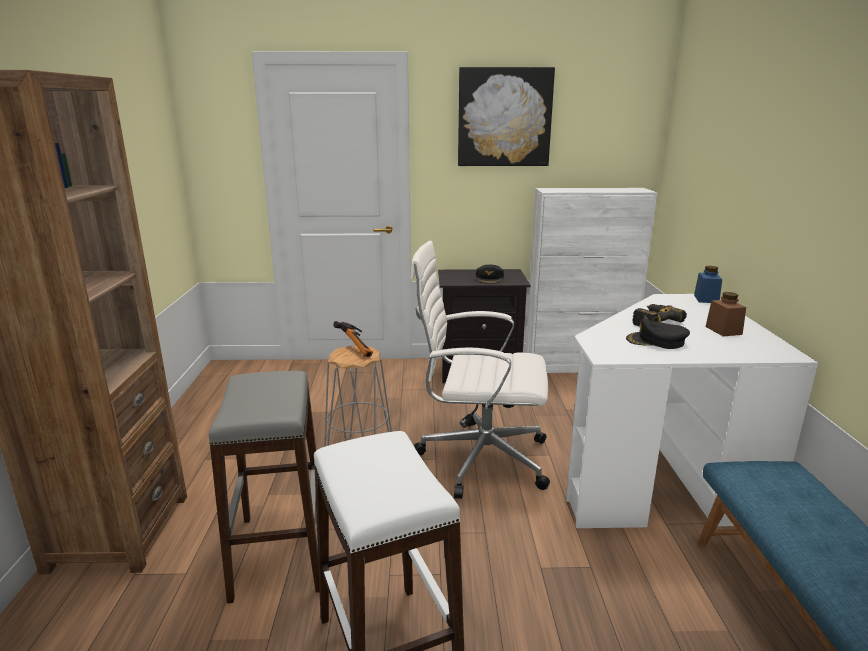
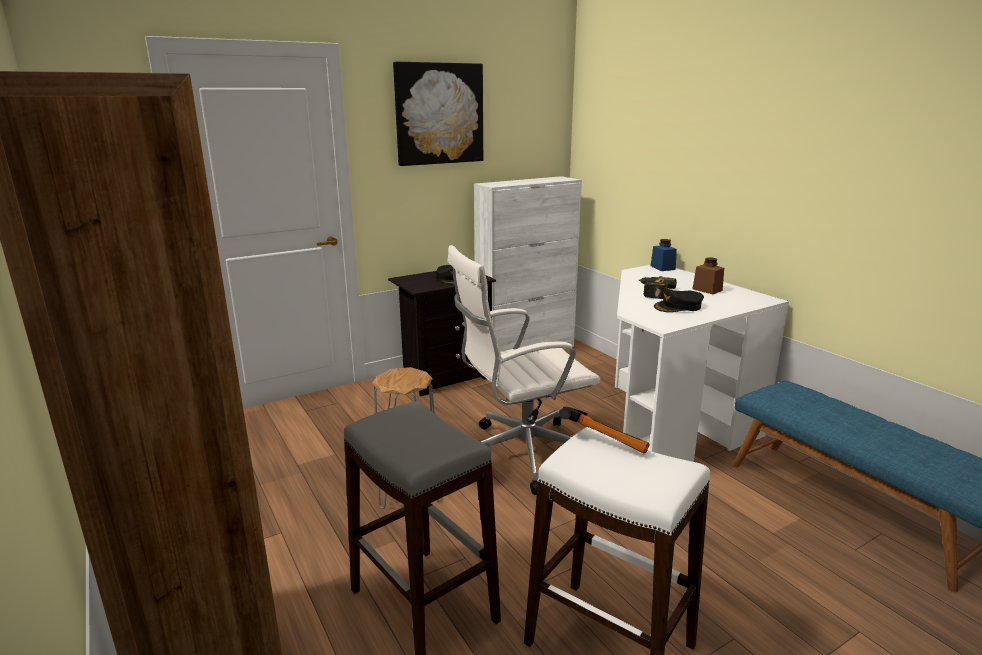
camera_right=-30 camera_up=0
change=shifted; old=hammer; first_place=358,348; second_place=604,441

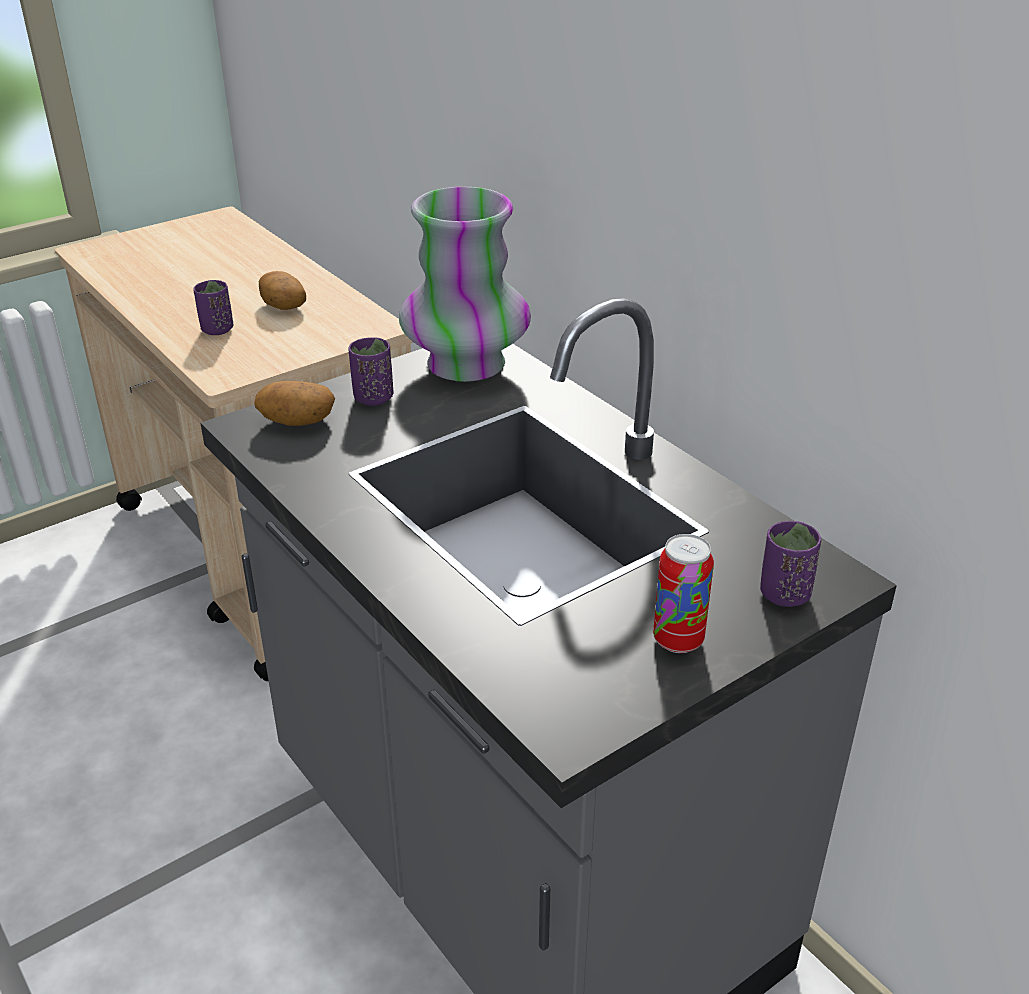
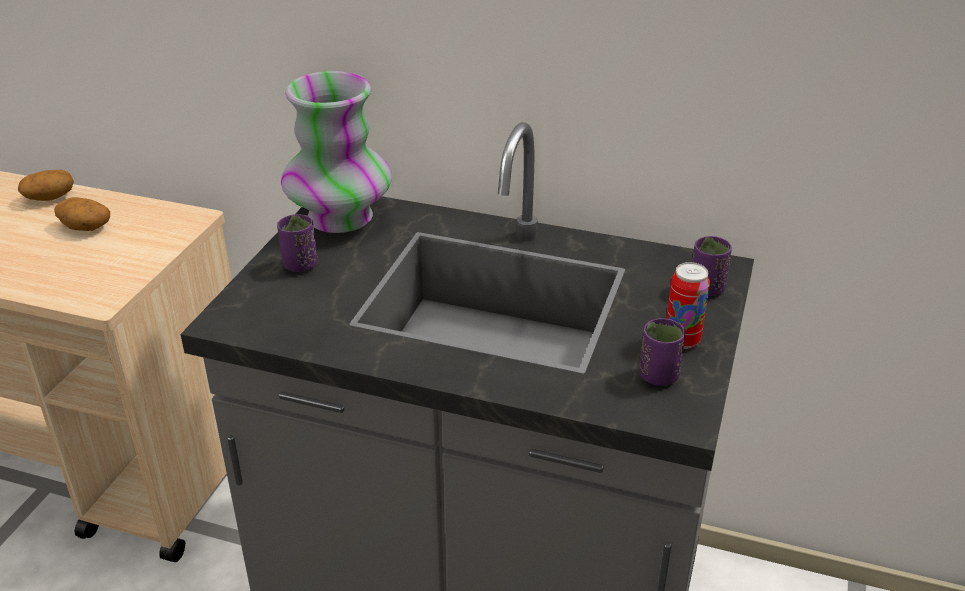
camera_right=-35 camera_up=0
change=shifted; old=spud; first_place=296,421; second_place=49,198
change=shifted; old=purple drinking cup; first_place=217,330; second_place=658,376

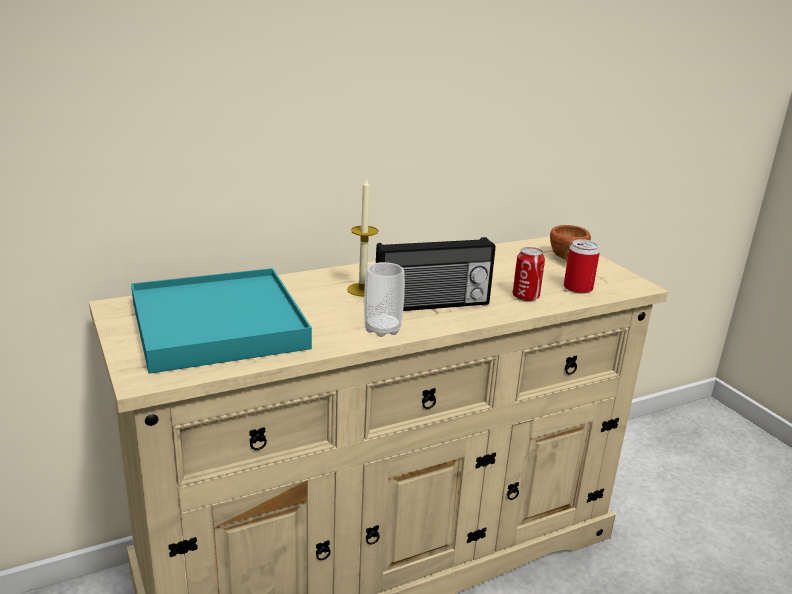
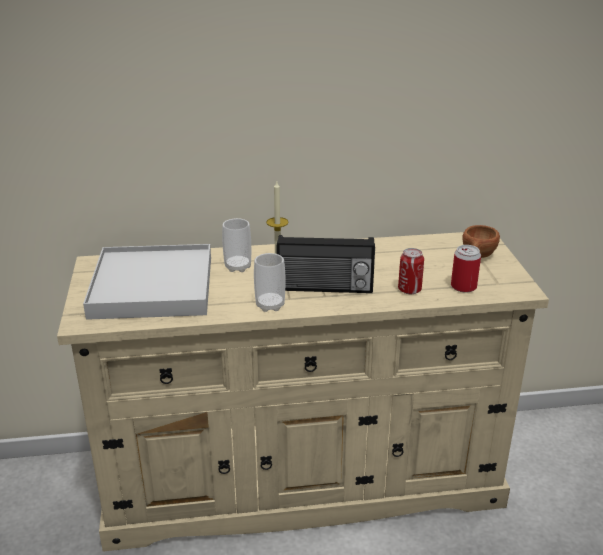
camera_right=20 camera_up=5
change=repainted; old=blue-green tray; new=white tray; first_place=217,325; second_place=152,286
change=new; new=drinking cup; second_place=238,267

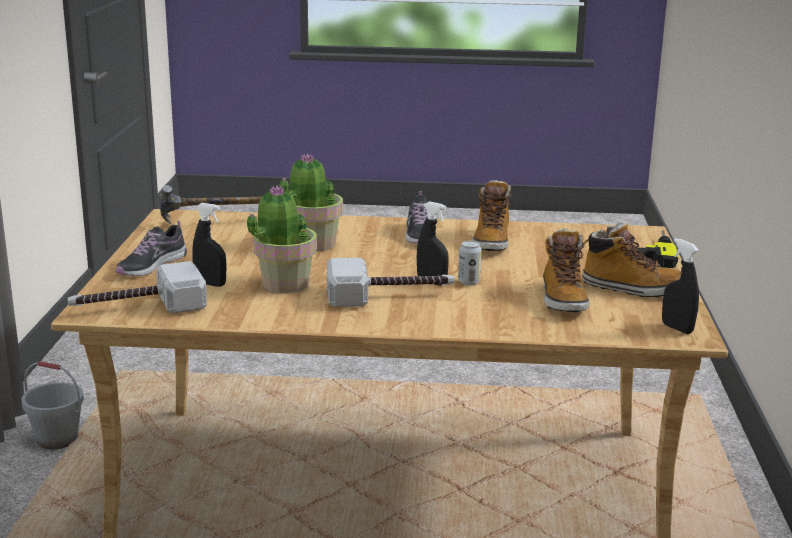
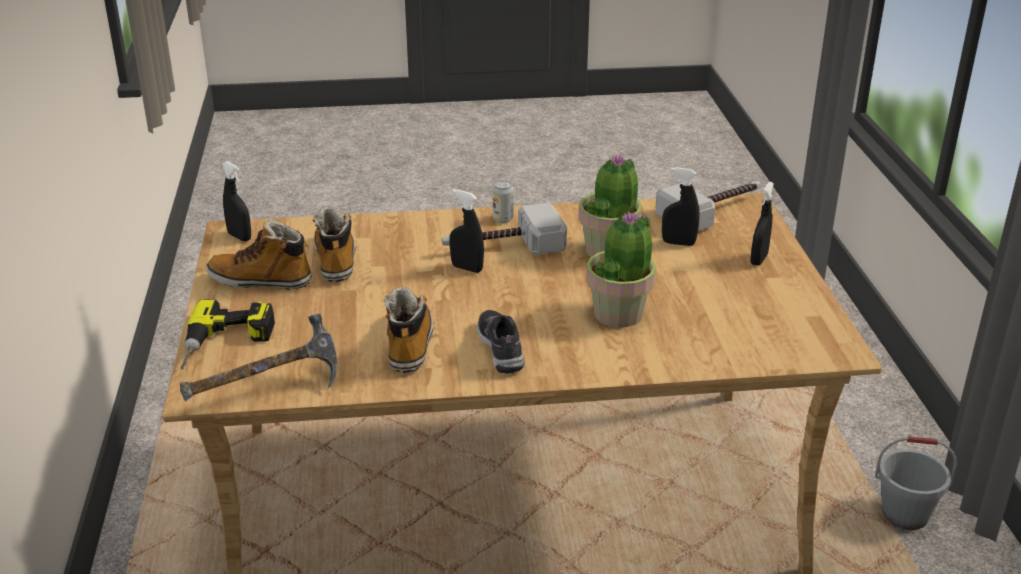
camera_right=170 camera_up=10
change=shifted; old=hammer; first_place=214,225; second_place=267,393
change=shifted; old=can; first_place=469,282; second_place=503,219
change=swapped; old=shoe; new=black sprayer; first_place=151,266; second_place=759,260

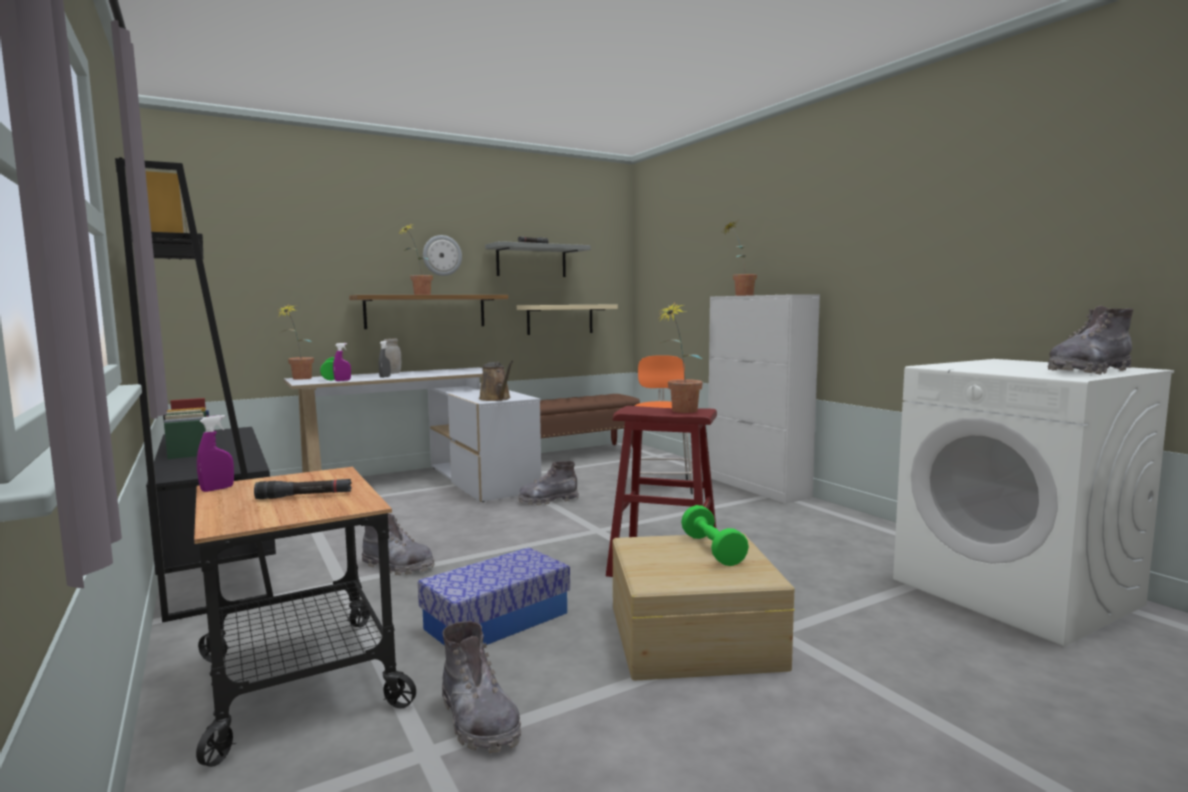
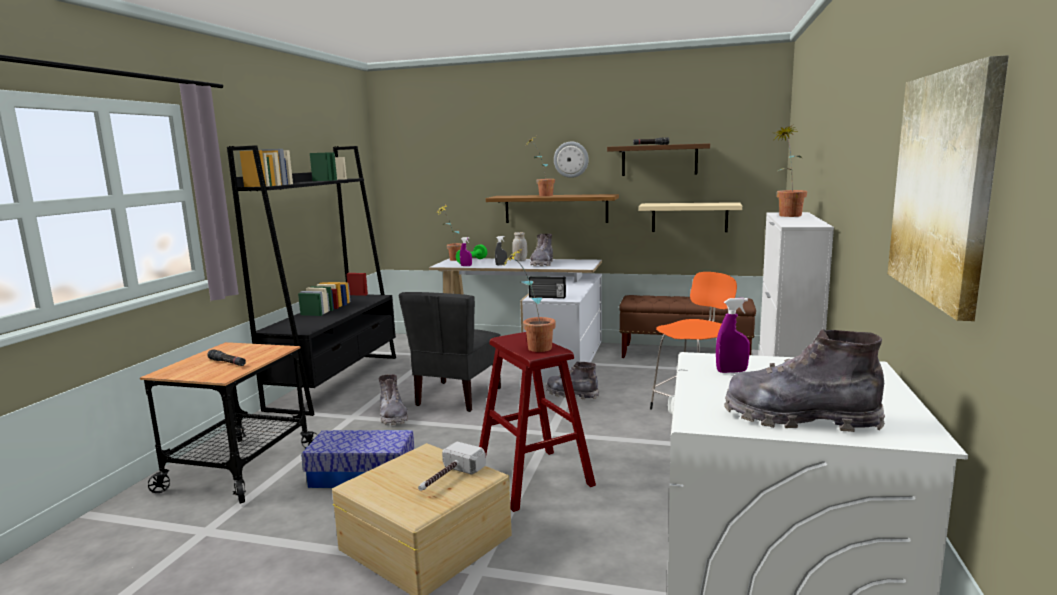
camera_right=45 camera_up=5
change=new; new=greyish plain chair; second_place=457,397
change=swapped; old=green-coloured dumbbell; new=hammer; first_place=712,550; second_place=447,479
change=swapped; old=brown-coloured sprinkling can; new=radio set; first_place=496,399; second_place=547,297
change=shifted; old=greyish high-top boot; first_place=479,720; second_place=542,264
change=repainted; old=greyish wall shelf; new=brown-coloured wall shelf; first_place=531,261; second_place=659,160
change=shifted; old=purple sprayer; first_place=217,489; second_place=731,371
change=new; new=picture; second_place=943,186

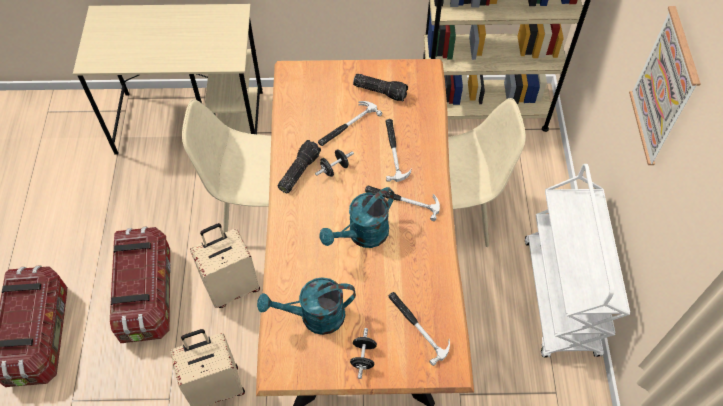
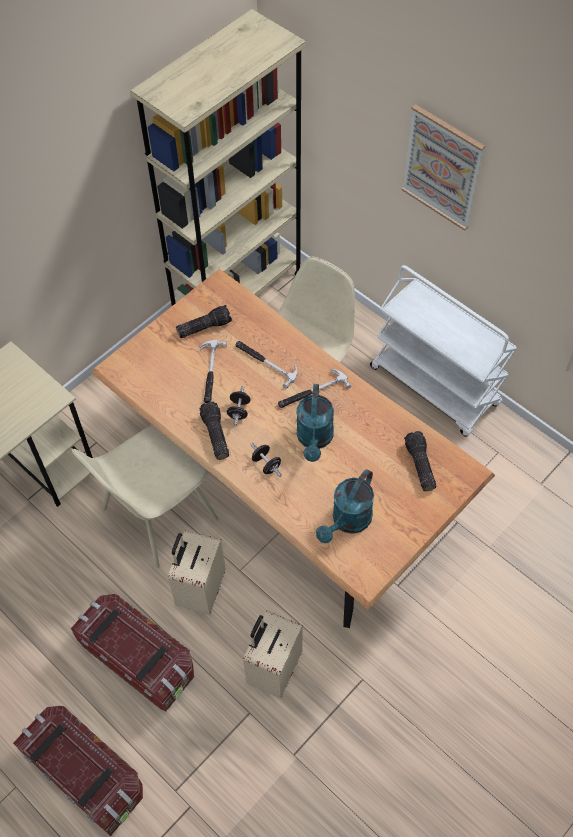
camera_right=-45 camera_up=0
change=shifted; old=black dumbbell; first_place=363,357; second_place=266,464
change=swapped; old=hammer; new=flashlight; first_place=417,326; second_place=419,465

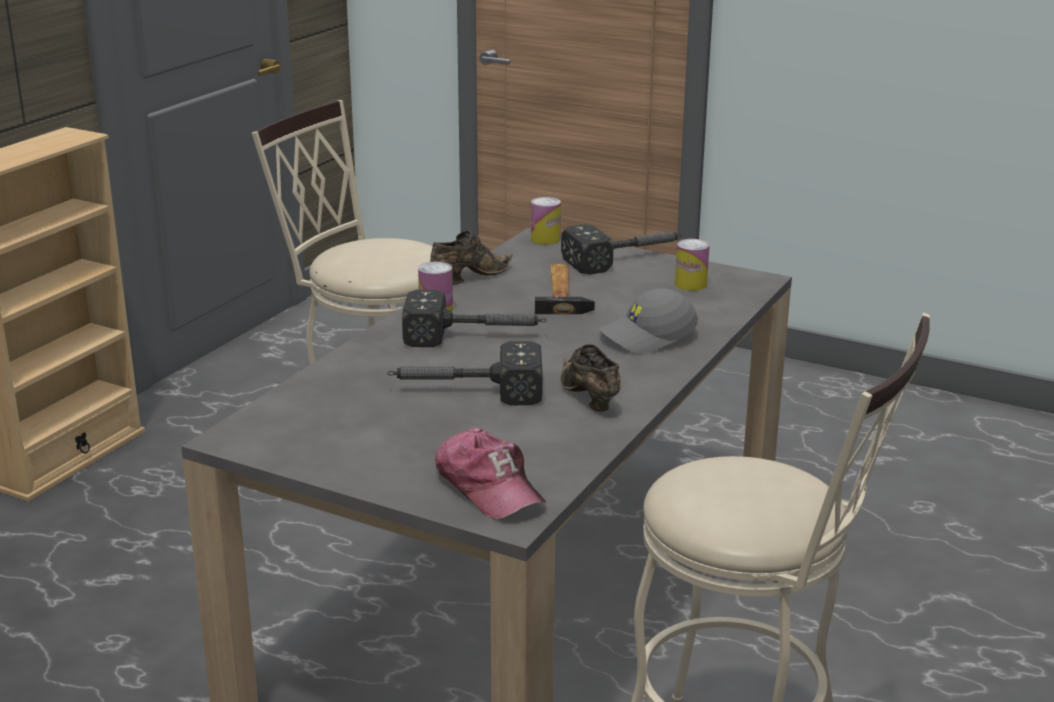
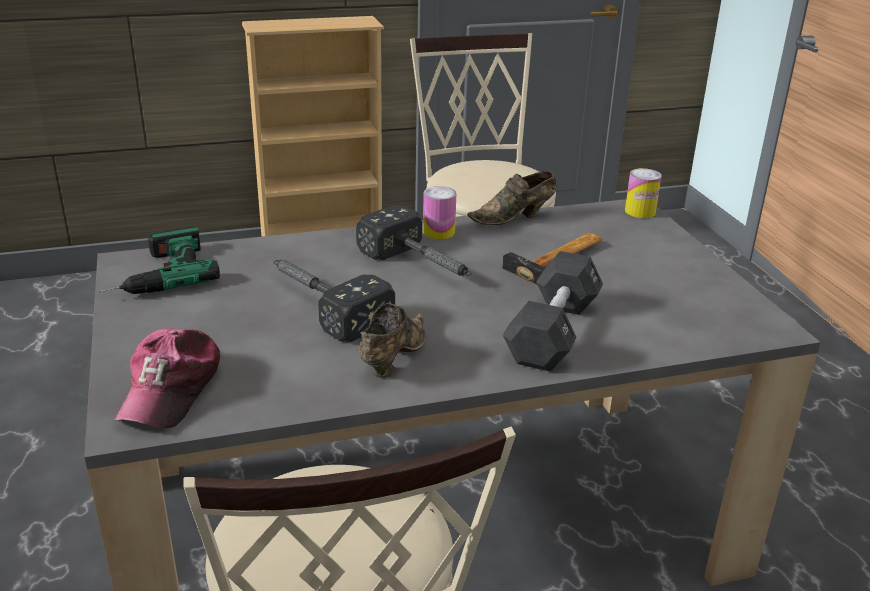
camera_right=45 camera_up=5
change=new; new=drill; second_place=154,274
change=rotated; old=brown-coloured shoe; first_place=469,277; second_place=514,218; degrees=150
change=swapped; old=greyish baseball cap; new=black dumbbell; first_place=648,337; second_place=552,332
change=gone; old=hammer; first_place=627,258
change=gone; old=can; first_place=690,284

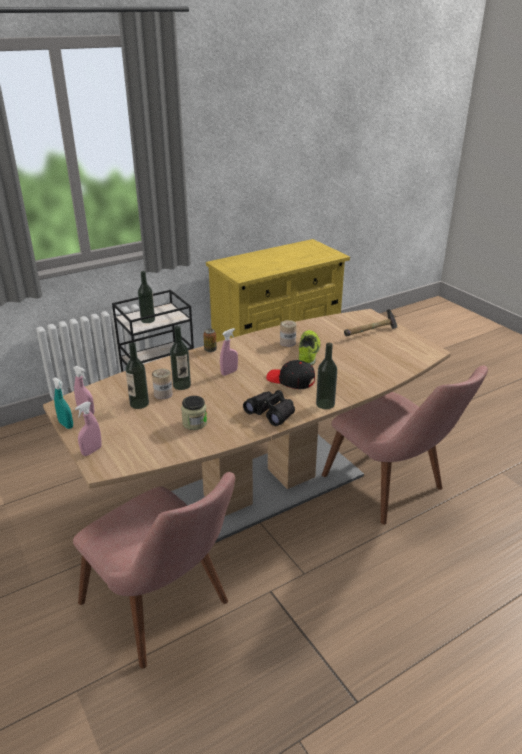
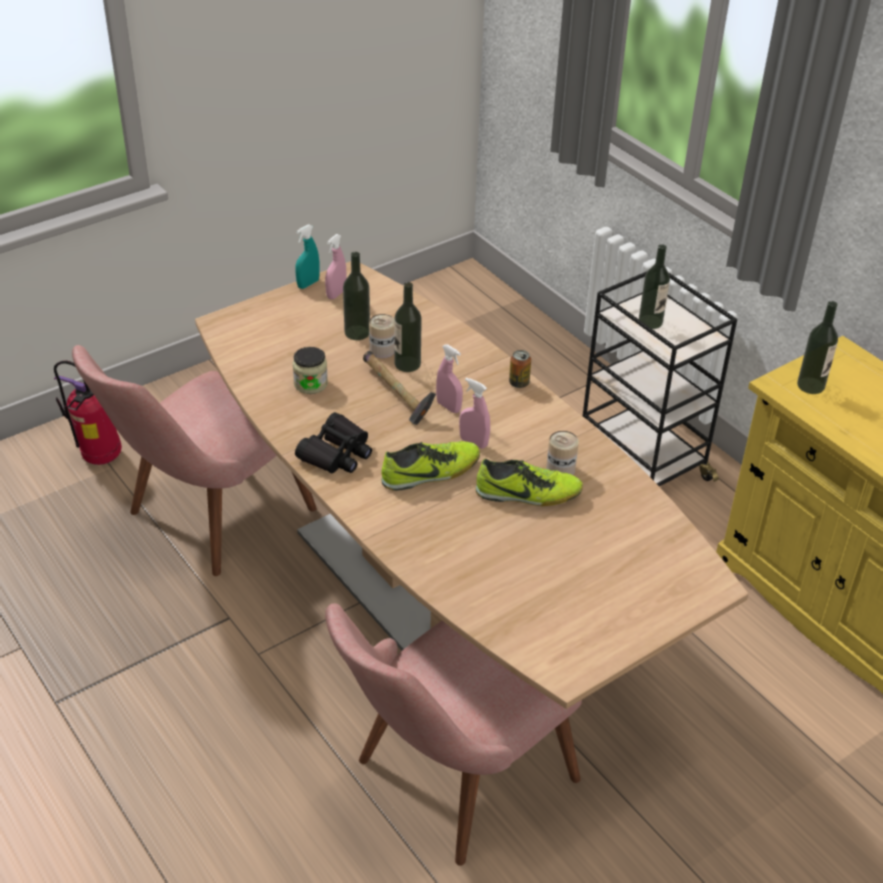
camera_right=85 camera_up=10
change=new; new=fire extinguisher; second_place=98,458
change=shifted; old=hammer; first_place=371,332; second_place=396,395
change=swapped; old=black baseball cap; new=shoe; first_place=291,380; second_place=431,473
change=shifted; old=pinkish sprayer; first_place=92,451; second_place=473,442
change=shifted; old=beverage bottle; first_place=325,404; second_place=810,385

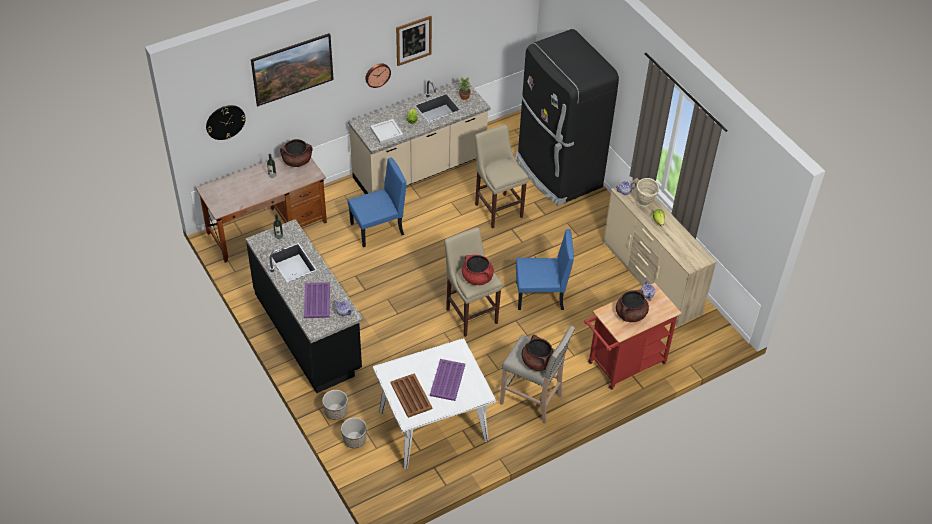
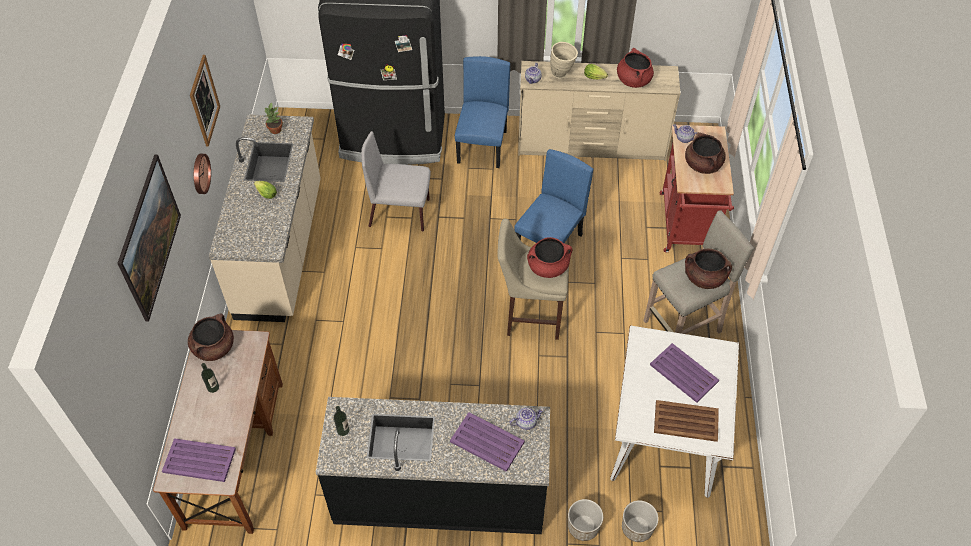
camera_right=-55 camera_up=5
change=new; new=purple tray; second_place=200,461
change=swapped; old=sand-coloured sitting stool; new=greyish plain chair; first_place=497,209; second_place=400,213
change=shifted; old=bluish plain chair; first_place=377,229; second_place=483,147
change=new; new=red cooking pot; second_place=633,80
change=gone; old=clock on the wall; first_place=225,122
change=gone; old=white tray; first_place=387,132

